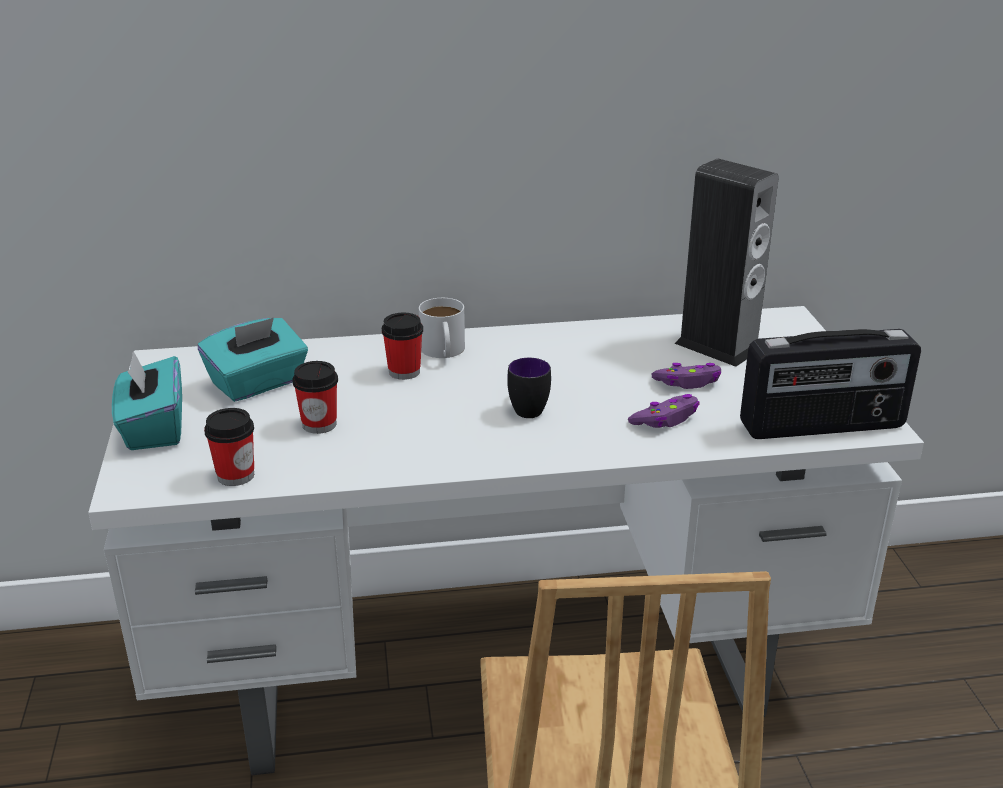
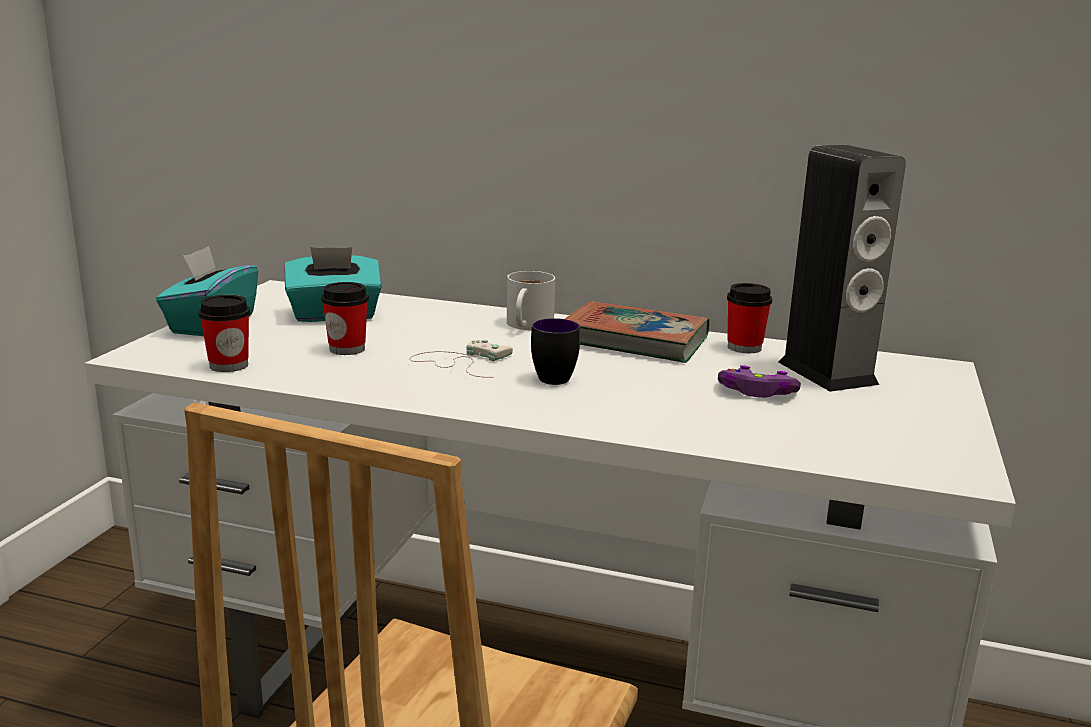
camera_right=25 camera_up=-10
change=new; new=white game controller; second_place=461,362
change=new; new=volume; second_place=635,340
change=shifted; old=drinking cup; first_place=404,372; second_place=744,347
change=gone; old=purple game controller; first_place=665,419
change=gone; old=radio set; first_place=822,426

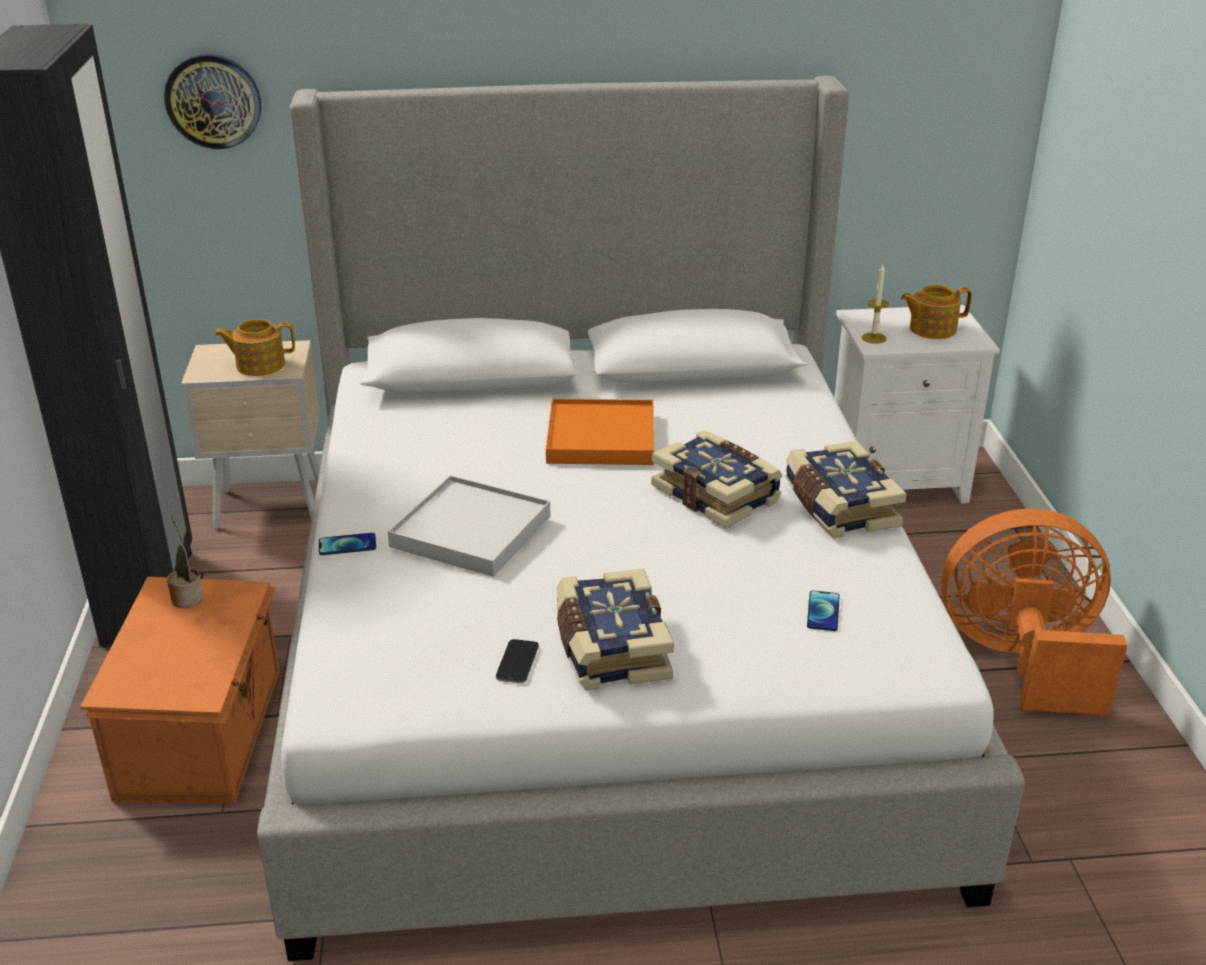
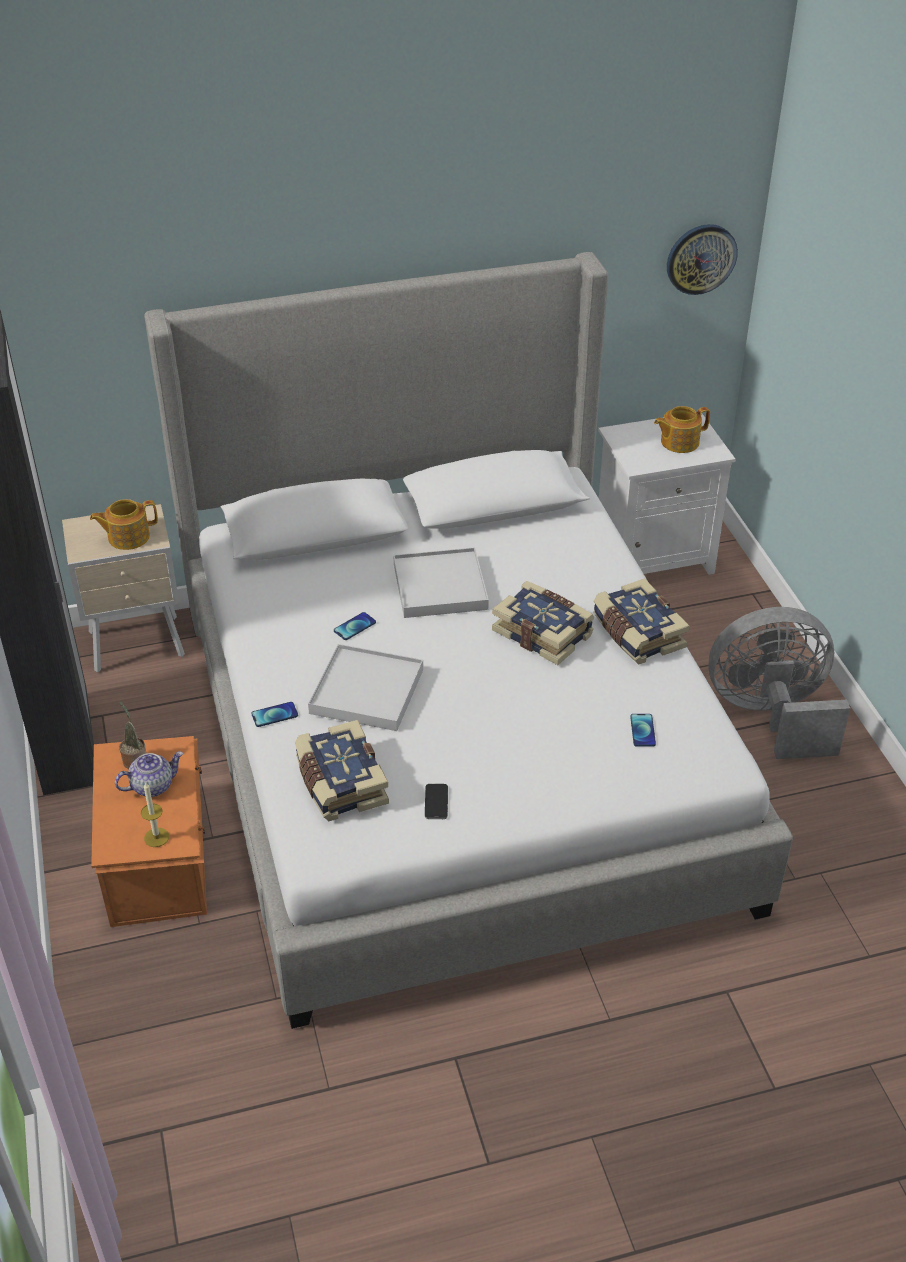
camera_right=-10 camera_up=10
change=new; new=pot for tea; second_place=152,785
change=shifted; old=wax candle; first_place=874,338; second_place=156,837
change=shifted; old=volume; first_place=609,648; second_place=340,783
change=new; new=telephone; second_place=354,627
change=repainted; old=orangey tray; new=white tray; first_place=600,438; second_place=440,587
change=shifted; old=clock on the wall; first_place=213,101; second_place=701,258
change=repainted; old=orangey electric fan; new=greyish electric fan; first_place=1021,660; second_place=770,715

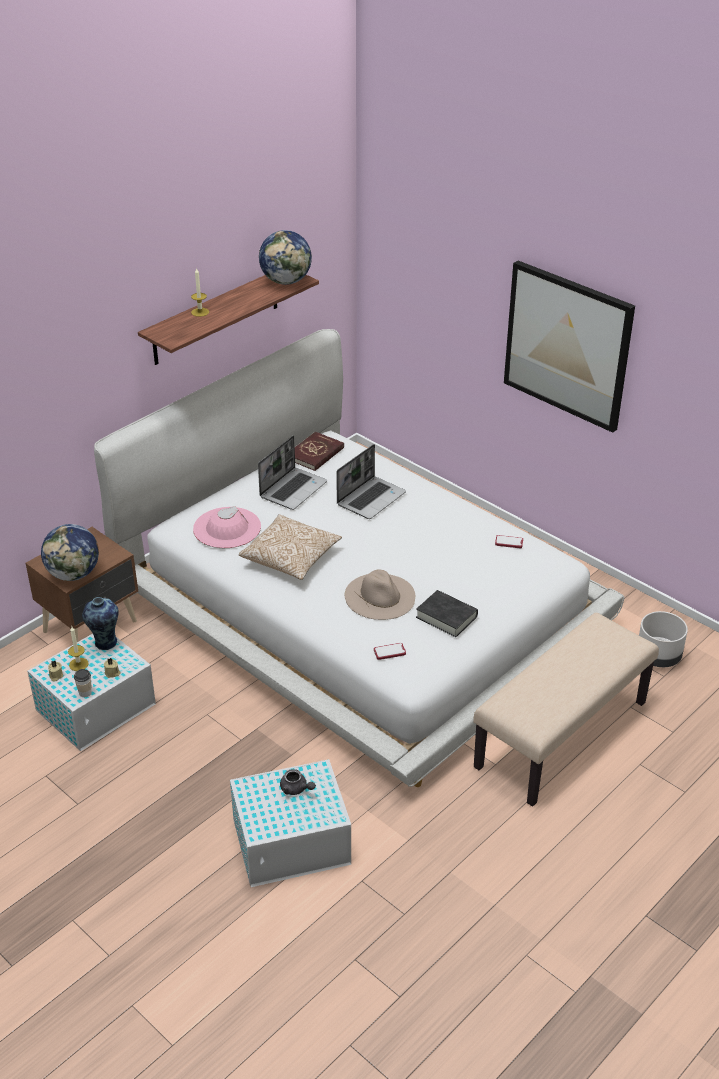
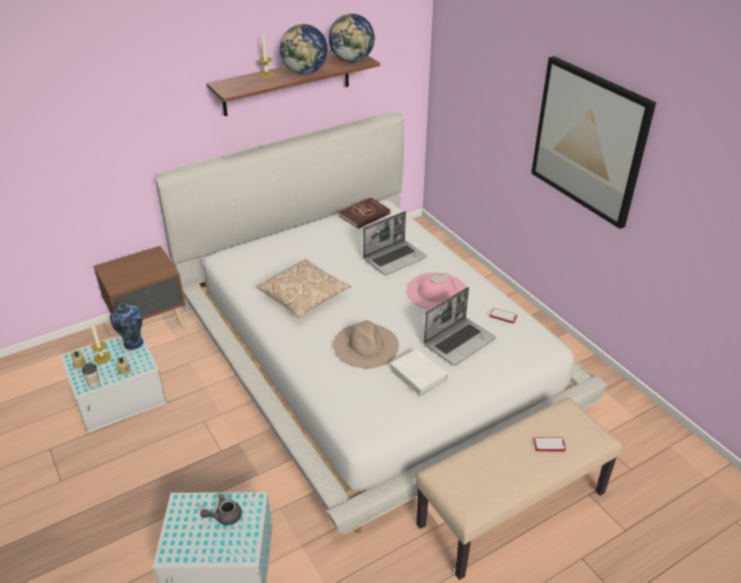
camera_right=15 camera_up=0
change=rotated; old=greyish pot for tea; first_place=296,789; second_place=224,516; degrees=105
change=shifted; old=desk globe; first_place=74,574; second_place=305,72
change=repainted; old=black volume; new=white volume; first_place=446,617; second_place=418,376
change=shifted; old=pinkish clothing hat; first_place=227,528; second_place=436,291
change=shifted; old=notebook computer; first_place=293,489; second_place=459,341
change=shifted; old=telephone; first_place=389,652; second_place=549,445
change=gone; old=greyish plant pot; first_place=658,657

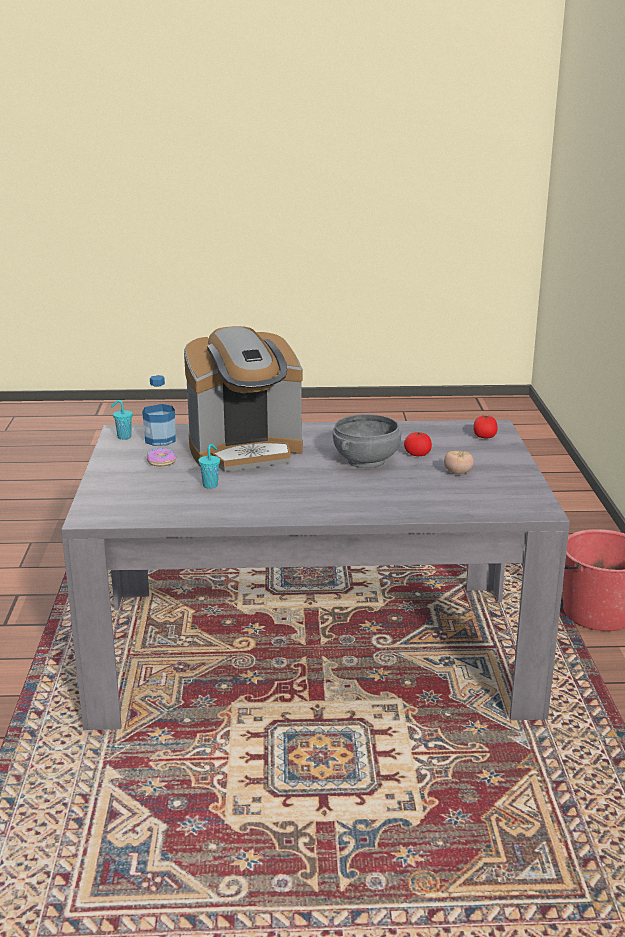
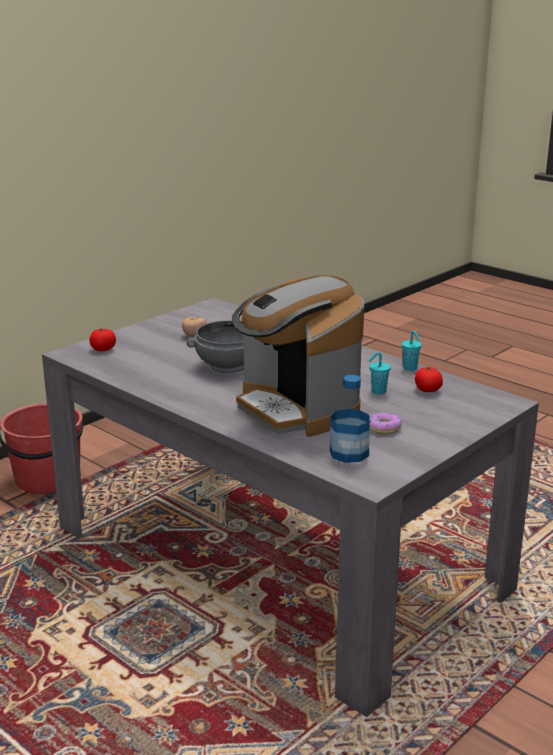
camera_right=-135 camera_up=0
change=rotated; old=coffee maker; first_place=245,451; second_place=297,409; degrees=-150
change=shifted; old=blue-green drinking cup; first_place=123,437; second_place=410,368
change=shifted; old=tomato; first_place=417,454; second_place=427,390

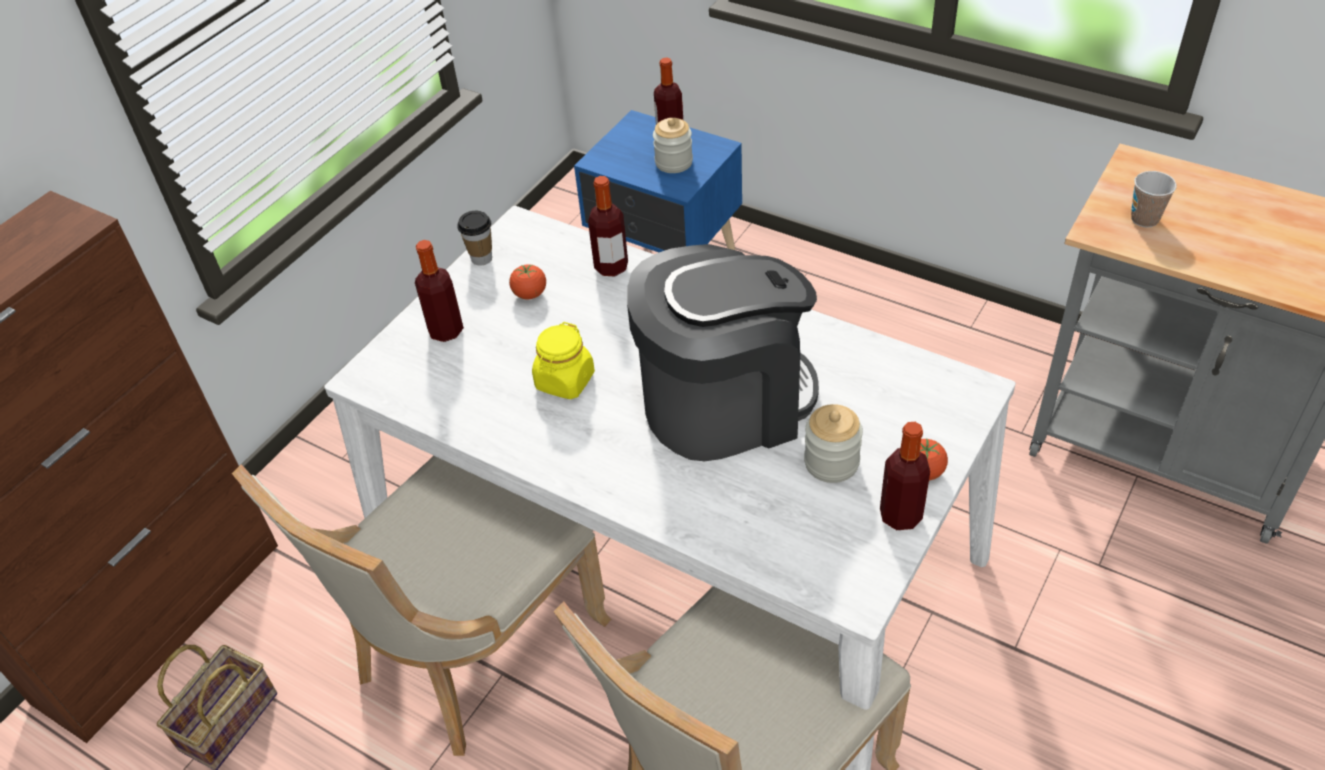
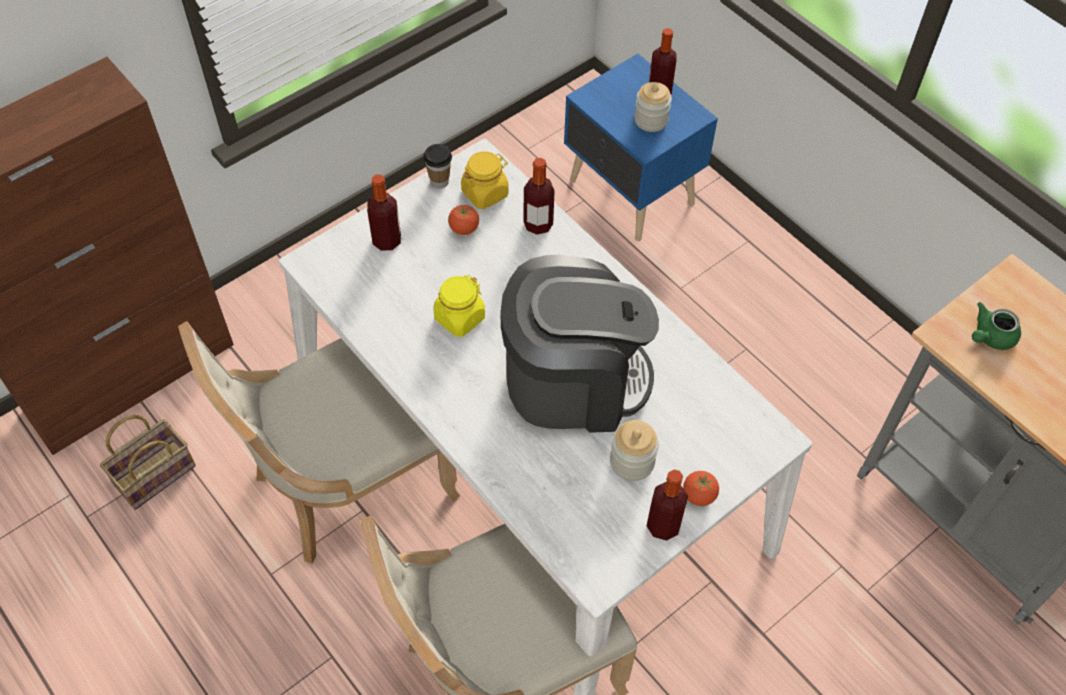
camera_right=15 camera_up=10
change=new; new=yellowish jar; second_place=485,193
change=swapped; old=drinking cup; new=green-coloured pot for tea; first_place=1144,219; second_place=990,337

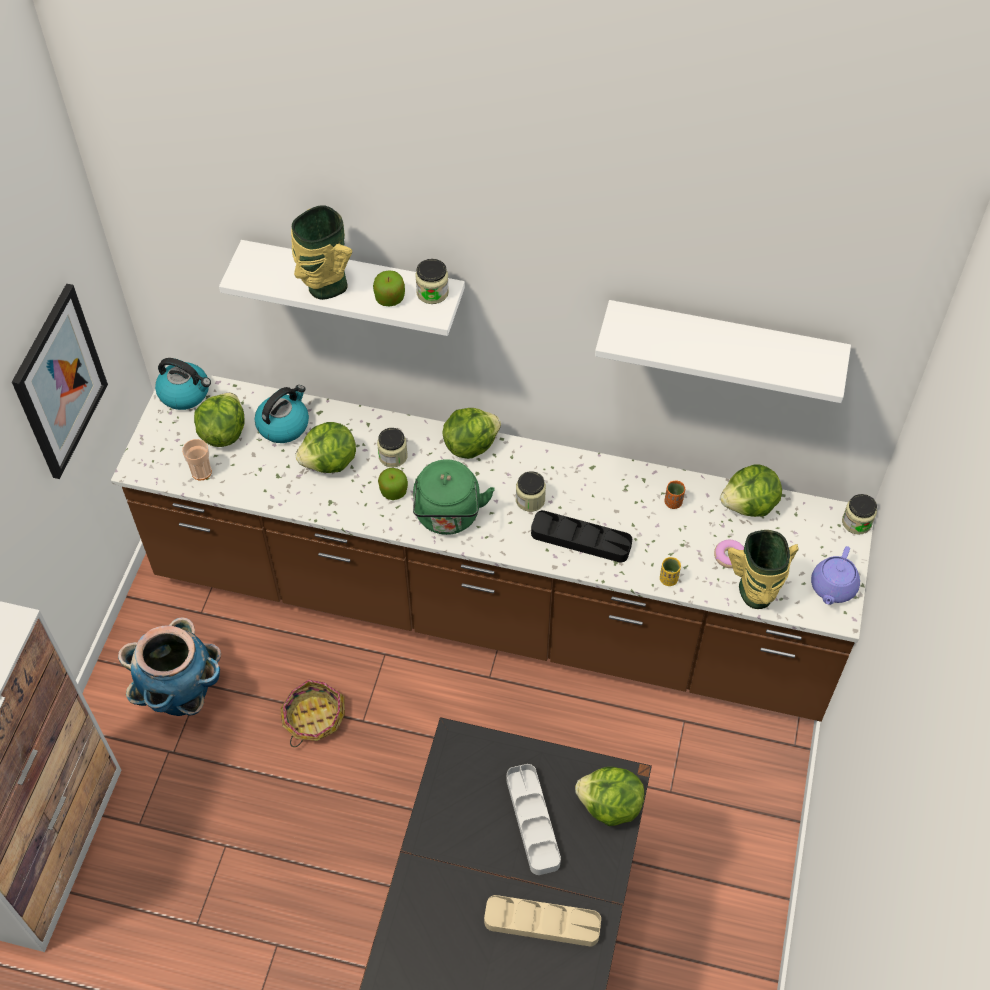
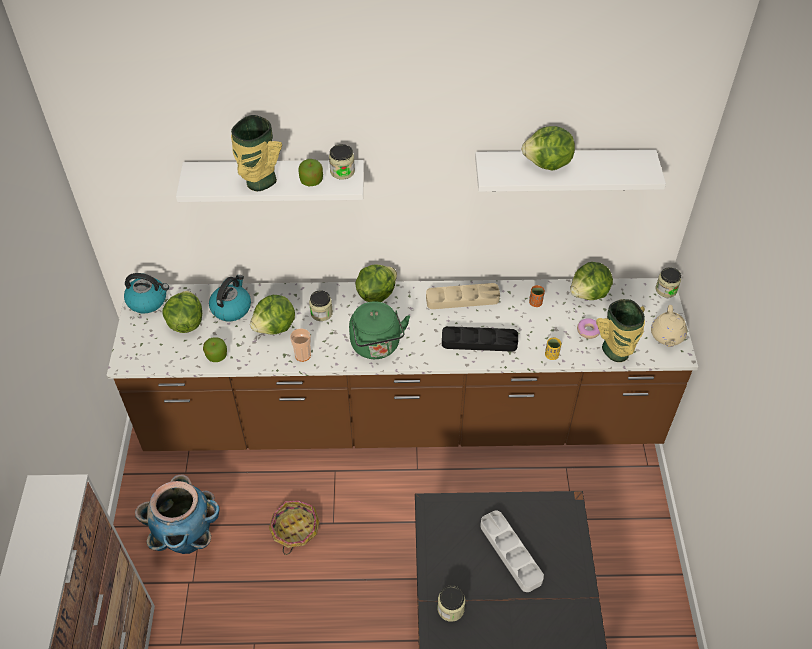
camera_right=-15 camera_up=-5
change=shifted; old=apple; first_place=393,491; second_place=216,355
change=shifted; old=drinking cup; first_place=201,472; second_place=303,355
change=shifted; old=sand-coloured tray; first_place=542,923; second_place=462,299
change=shifted; old=jar; first_place=530,500; second_place=450,608
change=shifted; old=lettuce; first_place=610,806; second_place=547,164
change=repainted; old=purple pot for tea; new=sand-coloured pot for tea; first_place=832,587; second_place=667,336
change=gone; old=picture; first_place=59,382

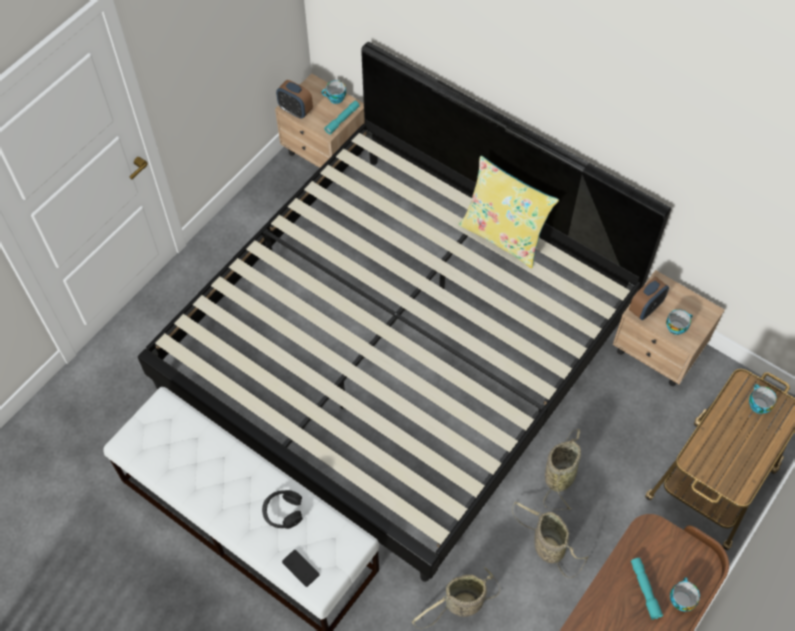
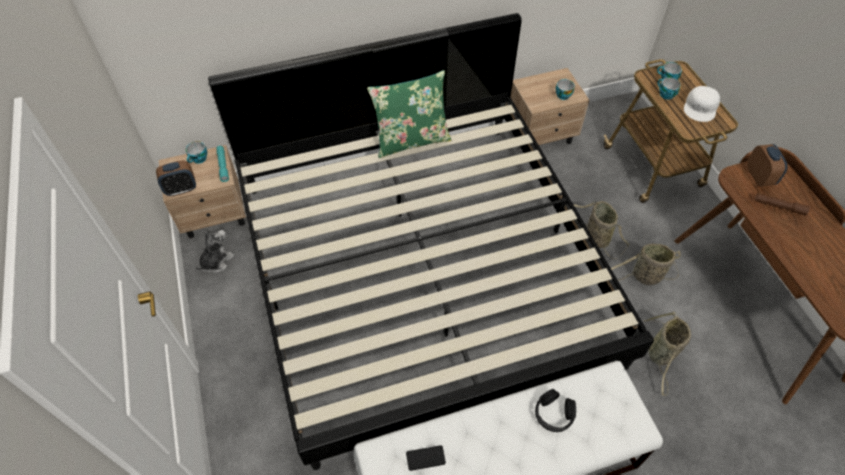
camera_right=-55 camera_up=-5
change=new; new=soft toy; second_place=216,261
change=repainted; old=yellowish throw pillow; new=green-coloured throw pillow; first_place=503,236; second_place=411,140
change=shifted; old=black game controller; first_place=300,568; second_place=425,458
change=shifted; old=drinking cup; first_place=680,599; second_place=665,94
change=new; new=white baseball cap; second_place=701,107
change=shifted; old=bedside clock; first_place=645,308; second_place=759,177
change=repainted; old=blue-green flashlight; new=brown-coloured flashlight; first_place=645,589; second_place=779,206

